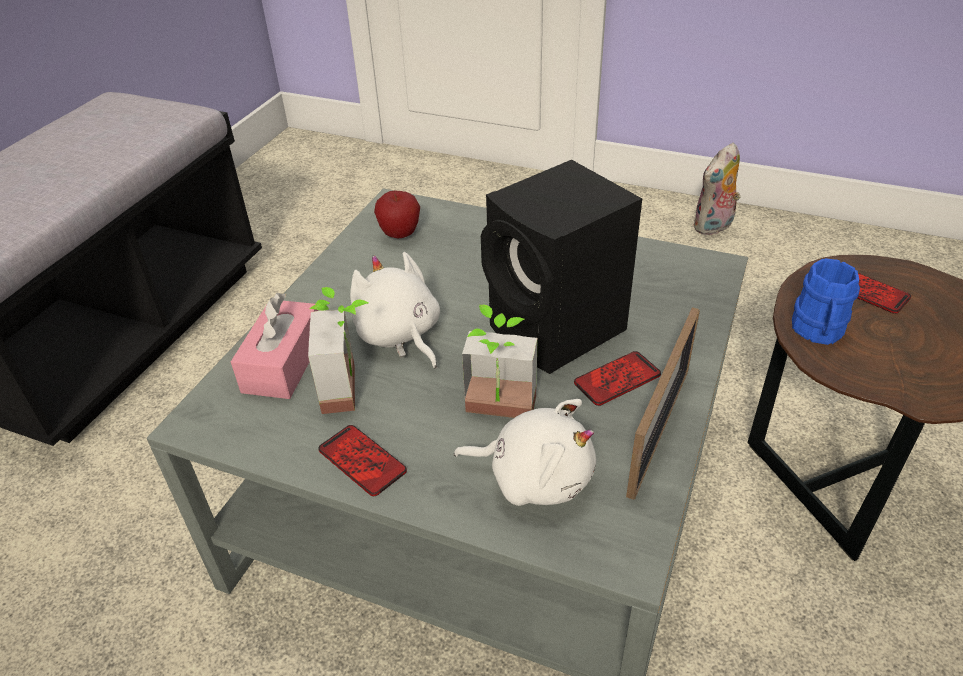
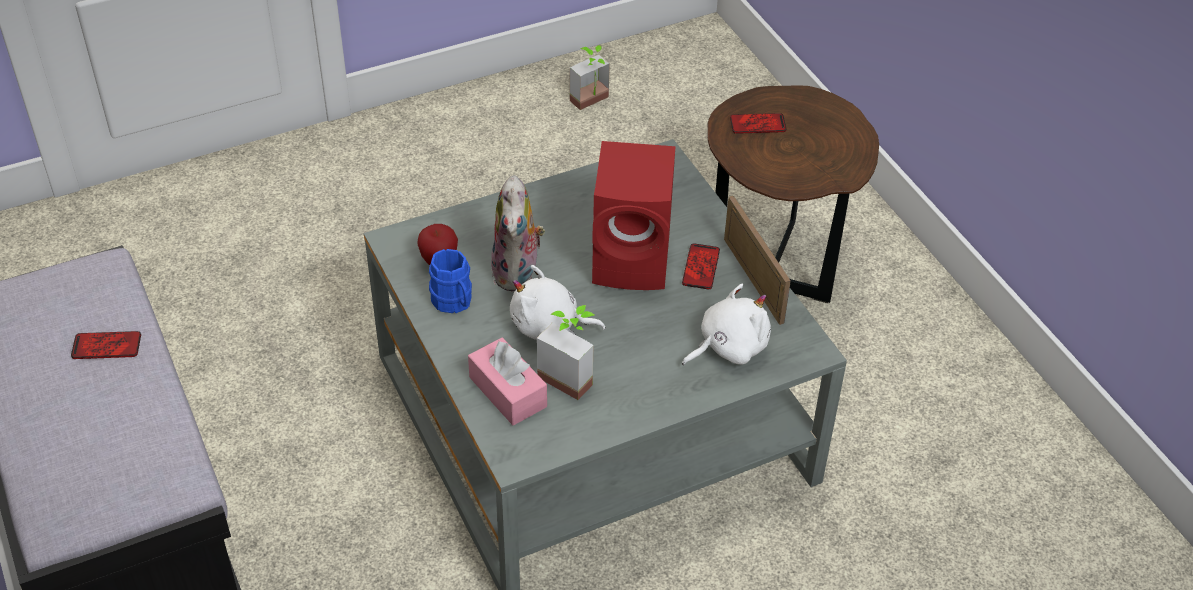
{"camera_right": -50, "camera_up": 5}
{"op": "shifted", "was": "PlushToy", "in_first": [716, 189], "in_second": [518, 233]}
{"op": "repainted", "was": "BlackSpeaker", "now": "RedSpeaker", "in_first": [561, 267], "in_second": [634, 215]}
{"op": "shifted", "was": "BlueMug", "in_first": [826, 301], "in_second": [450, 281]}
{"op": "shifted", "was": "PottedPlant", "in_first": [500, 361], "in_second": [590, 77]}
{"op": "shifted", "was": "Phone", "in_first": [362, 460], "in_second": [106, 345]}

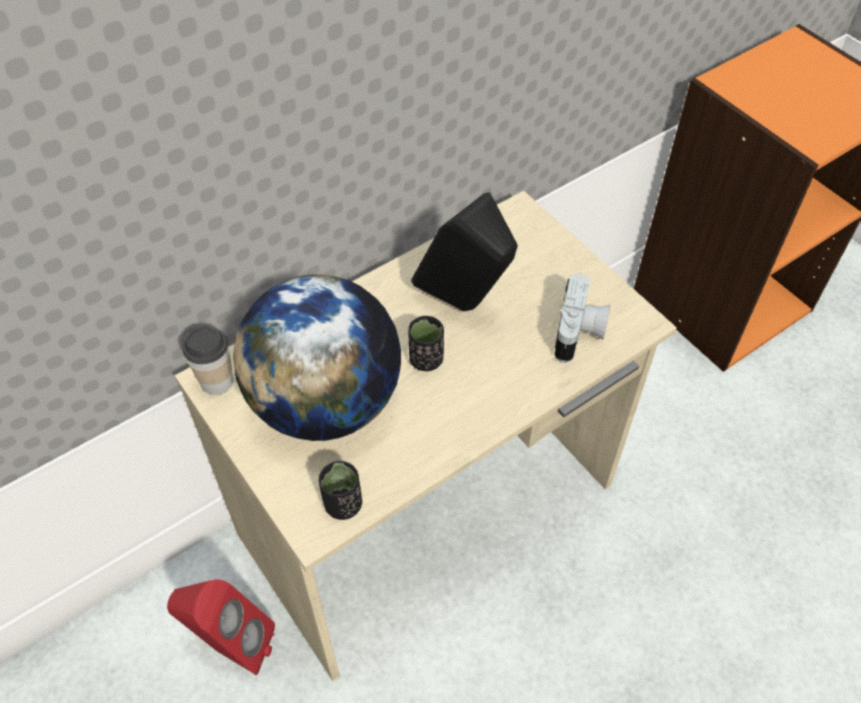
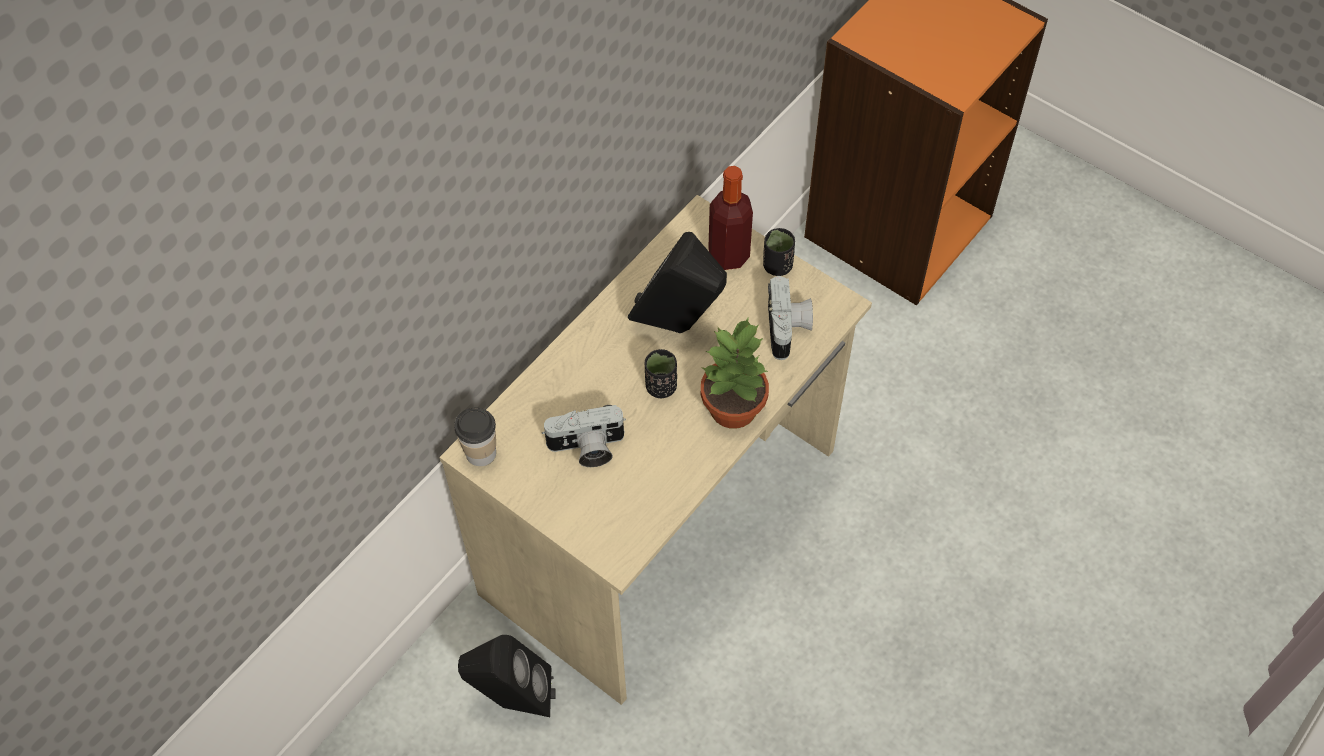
{"camera_right": -15, "camera_up": 5}
{"op": "swapped", "was": "Globe", "now": "PhotoCamera", "in_first": [317, 357], "in_second": [584, 436]}
{"op": "shifted", "was": "BlackCup", "in_first": [340, 490], "in_second": [779, 252]}
{"op": "repainted", "was": "RedSpeaker", "now": "BlackSpeaker", "in_first": [221, 627], "in_second": [507, 676]}
{"op": "new", "now": "Bottle", "in_second": [730, 218]}
{"op": "new", "now": "PottedPlant", "in_second": [735, 373]}

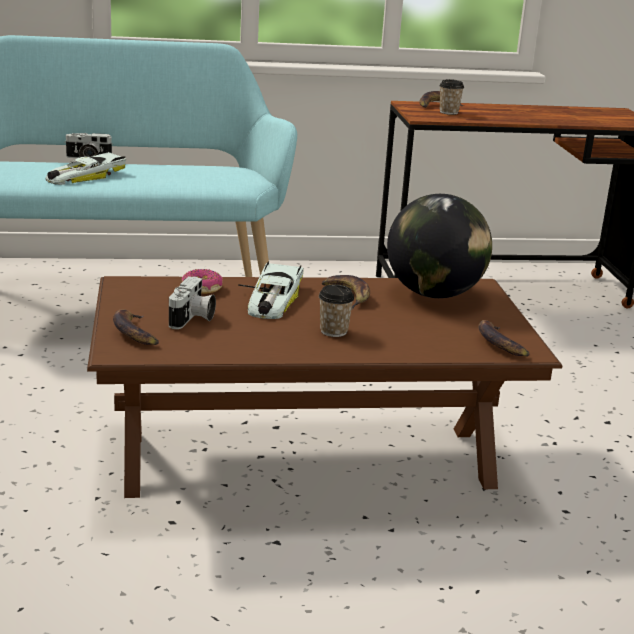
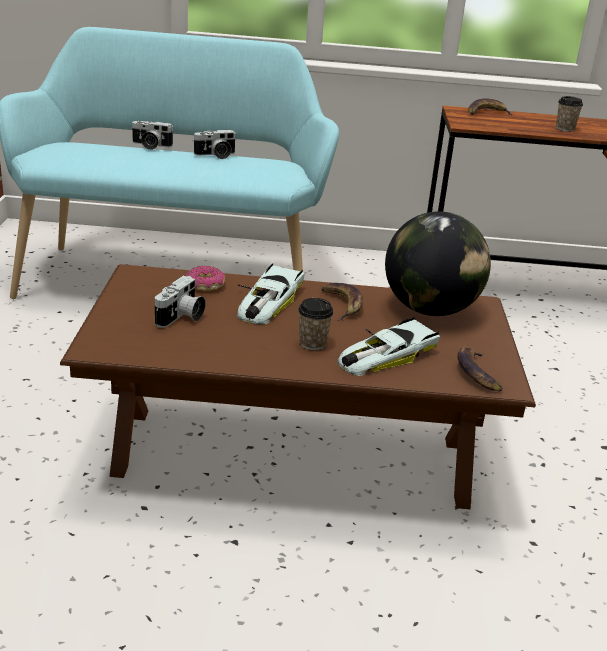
{"camera_right": 10, "camera_up": 5}
{"op": "shifted", "was": "Cup", "in_first": [452, 97], "in_second": [569, 114]}
{"op": "shifted", "was": "ToyCar", "in_first": [86, 167], "in_second": [388, 346]}
{"op": "gone", "was": "Banana", "in_first": [136, 327]}
{"op": "new", "now": "PhotoCamera", "in_second": [214, 144]}

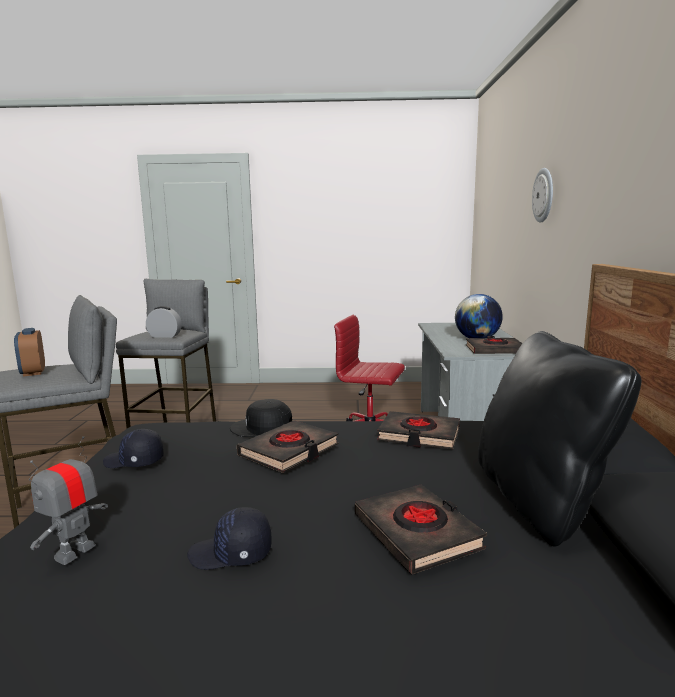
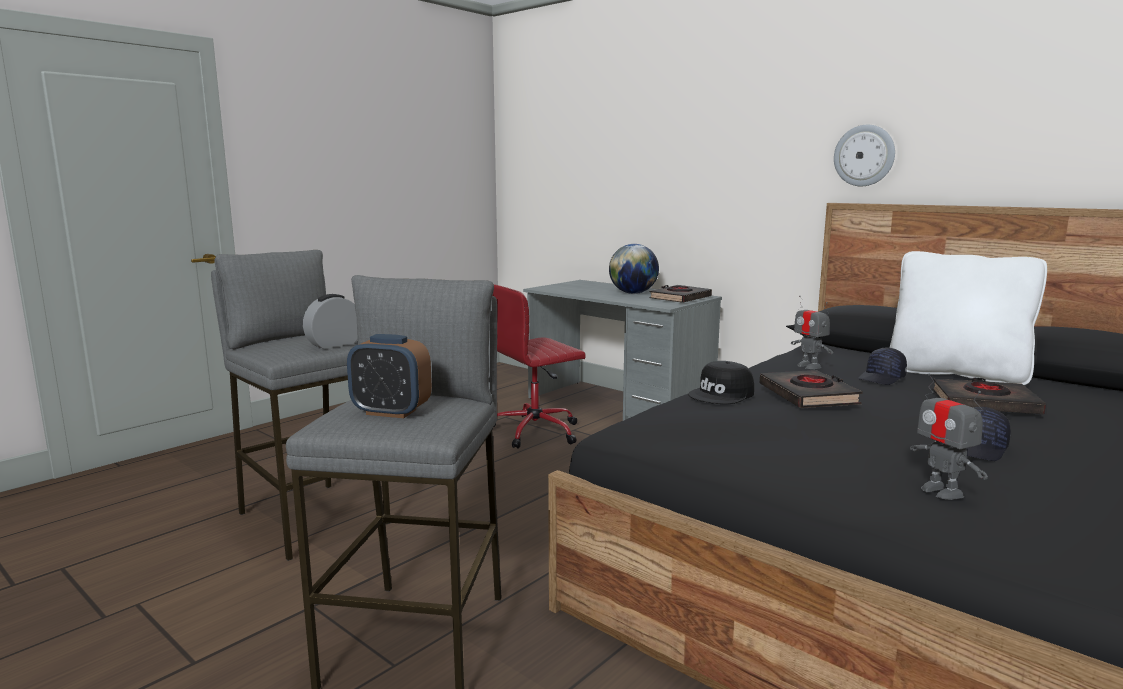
{"camera_right": -50, "camera_up": 0}
{"op": "shifted", "was": "WallClock", "in_first": [542, 195], "in_second": [864, 155]}
{"op": "repainted", "was": "BlackPillow", "now": "WhitePillow", "in_first": [560, 438], "in_second": [968, 318]}
{"op": "swapped", "was": "BlackBook", "now": "ToyRobot", "in_first": [418, 430], "in_second": [812, 332]}
{"op": "shifted", "was": "BlackCap", "in_first": [133, 448], "in_second": [882, 366]}

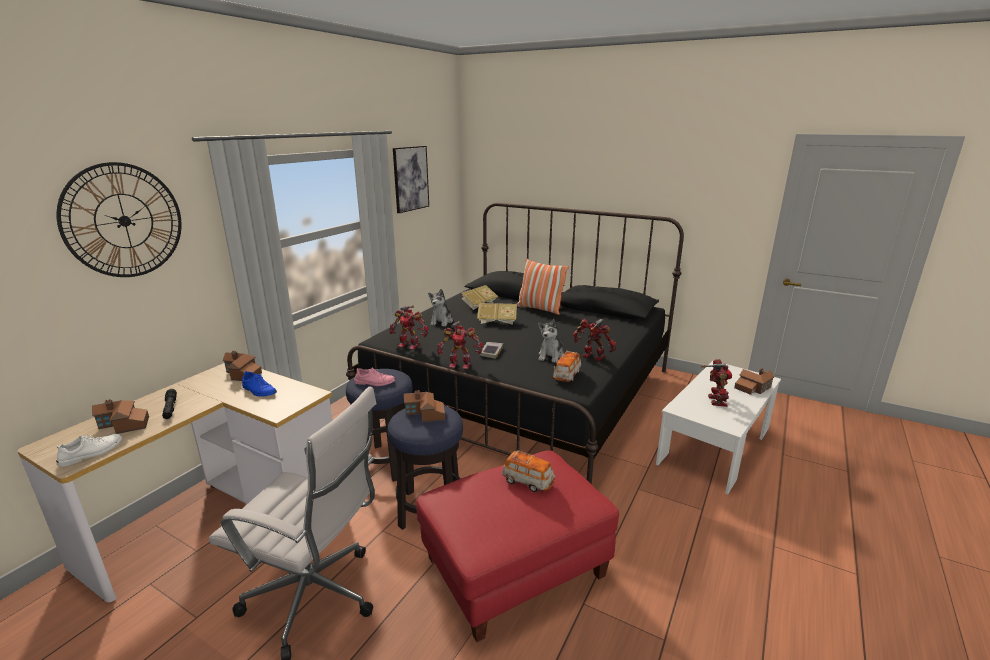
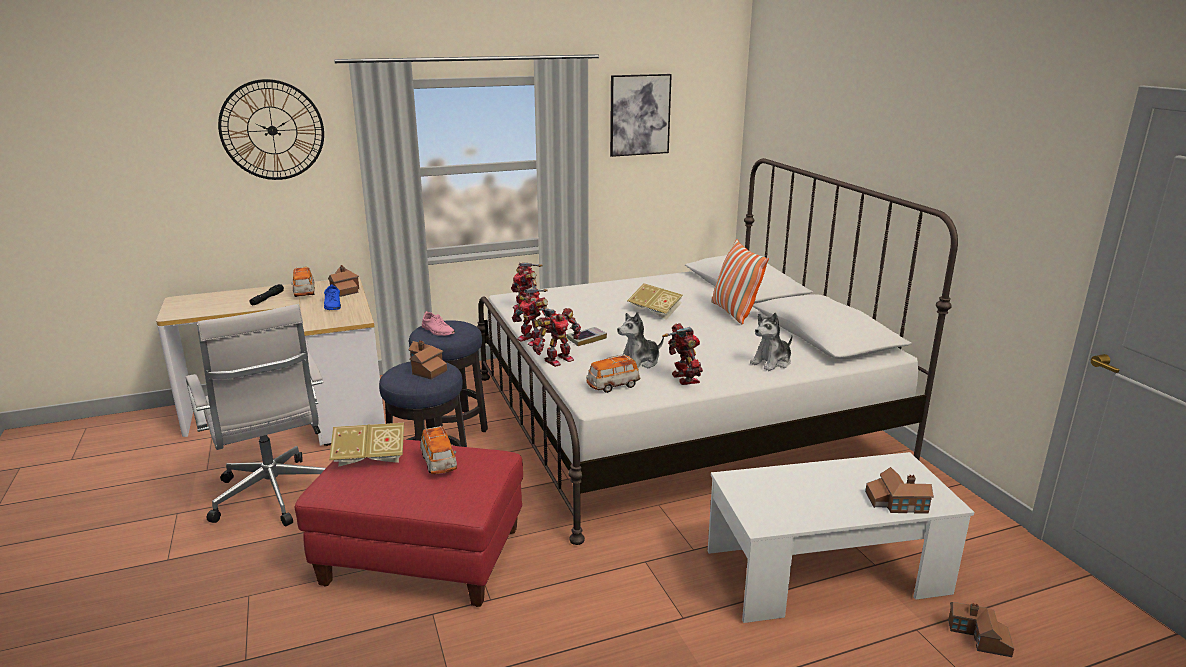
{"camera_right": 40, "camera_up": 0}
{"op": "repainted", "was": "BlackBed", "now": "WhiteBed", "in_first": [515, 343], "in_second": [717, 351]}
{"op": "shifted", "was": "Book", "in_first": [480, 297], "in_second": [366, 445]}
{"op": "shifted", "was": "PlushToy", "in_first": [440, 308], "in_second": [771, 342]}
{"op": "shifted", "was": "ToyRobot", "in_first": [716, 383], "in_second": [556, 337]}
{"op": "shifted", "was": "ToyHouse", "in_first": [120, 416], "in_second": [981, 629]}
{"op": "gone", "was": "WhiteShoe", "in_first": [89, 450]}
{"op": "new", "now": "ToyCar", "in_second": [303, 281]}

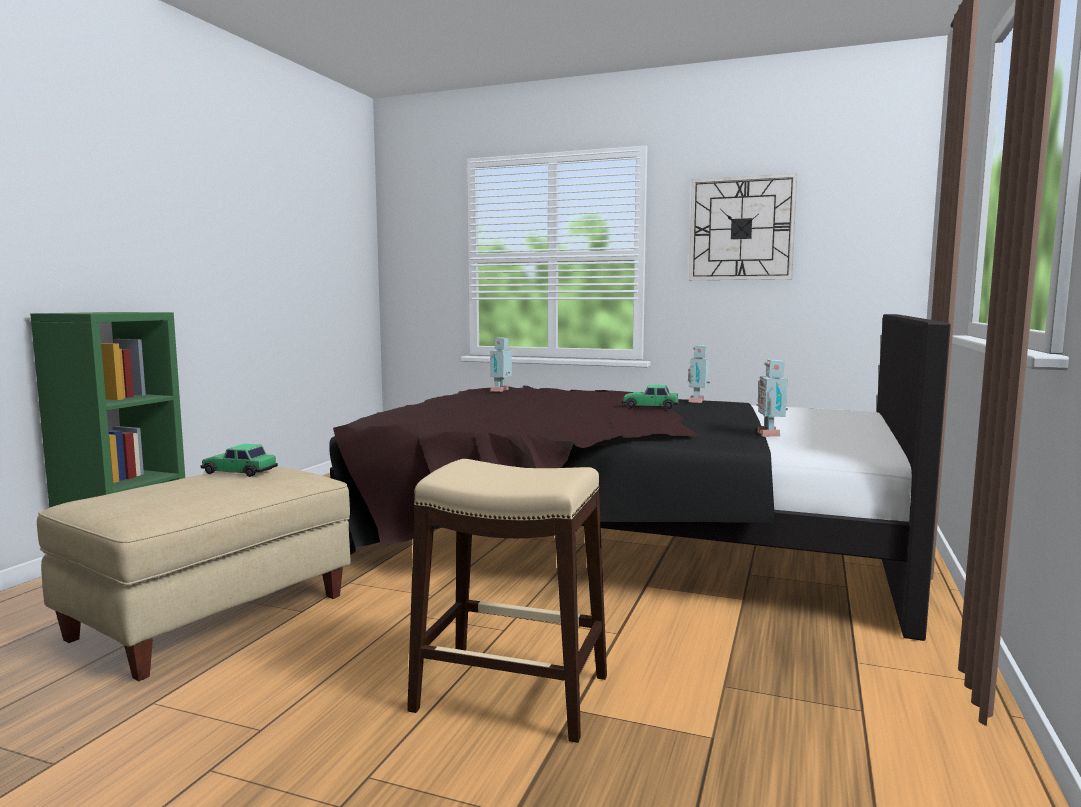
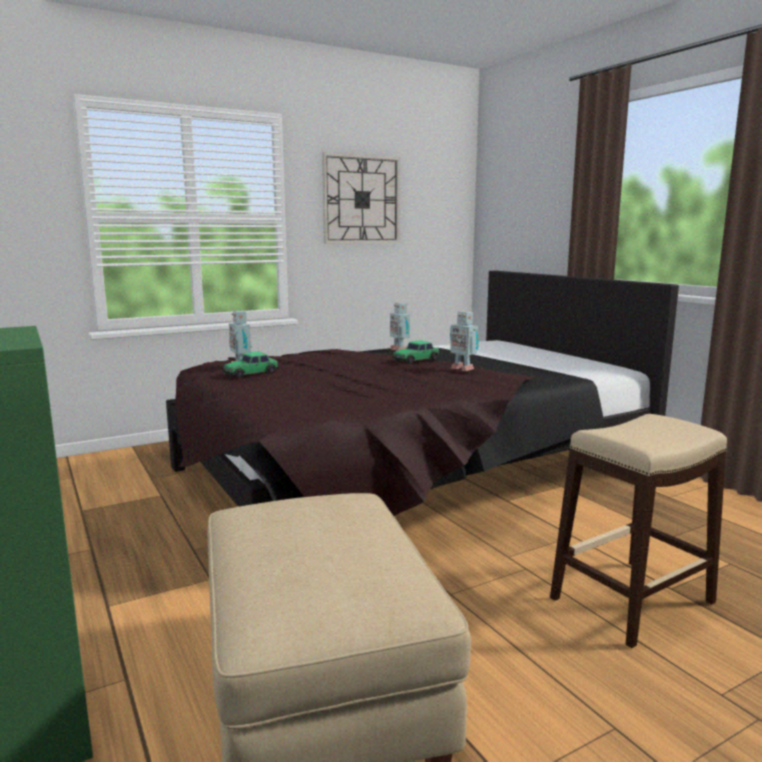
{"camera_right": -50, "camera_up": 5}
{"op": "shifted", "was": "ToyRobot", "in_first": [772, 398], "in_second": [464, 341]}
{"op": "shifted", "was": "ToyCar", "in_first": [239, 460], "in_second": [251, 365]}

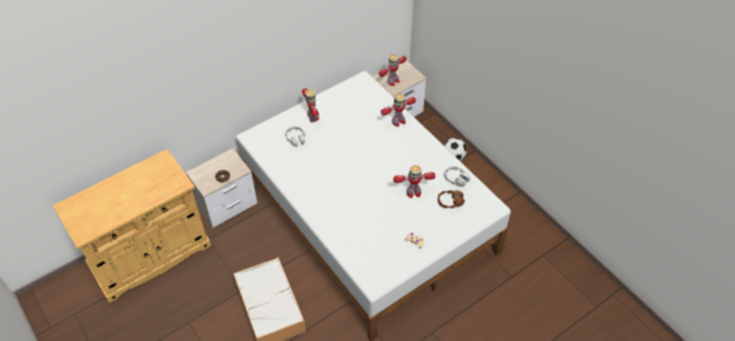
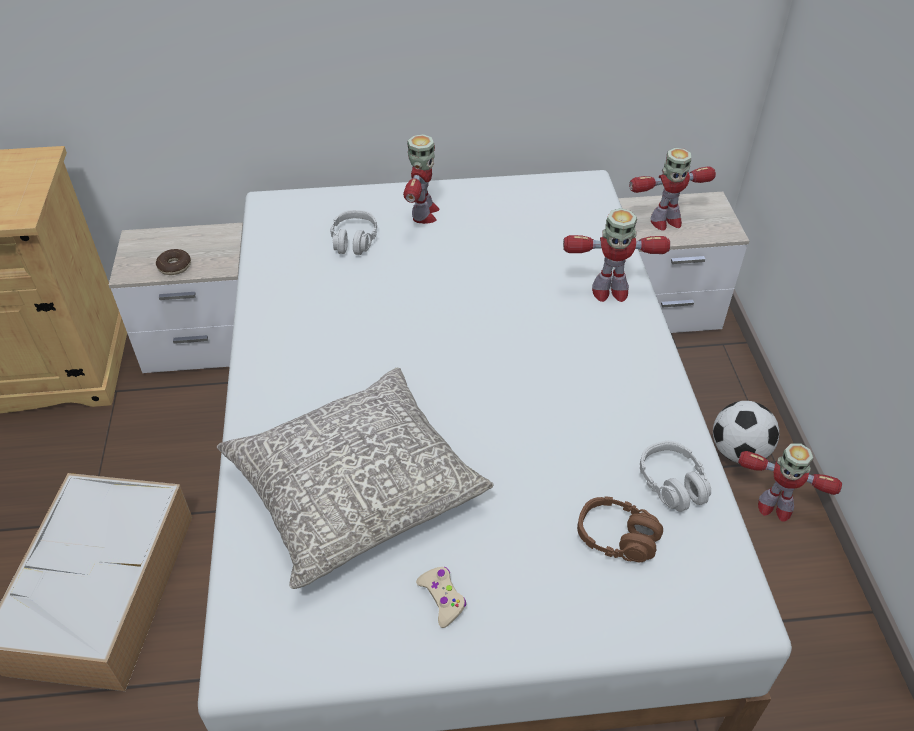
{"camera_right": 30, "camera_up": -5}
{"op": "shifted", "was": "ToyRobot", "in_first": [414, 181], "in_second": [790, 482]}
{"op": "new", "now": "GreyPillow", "in_second": [355, 478]}

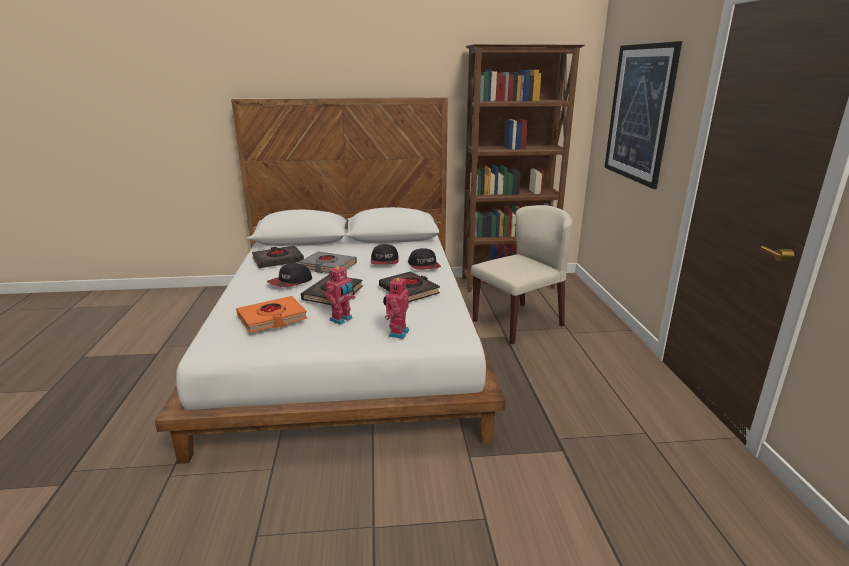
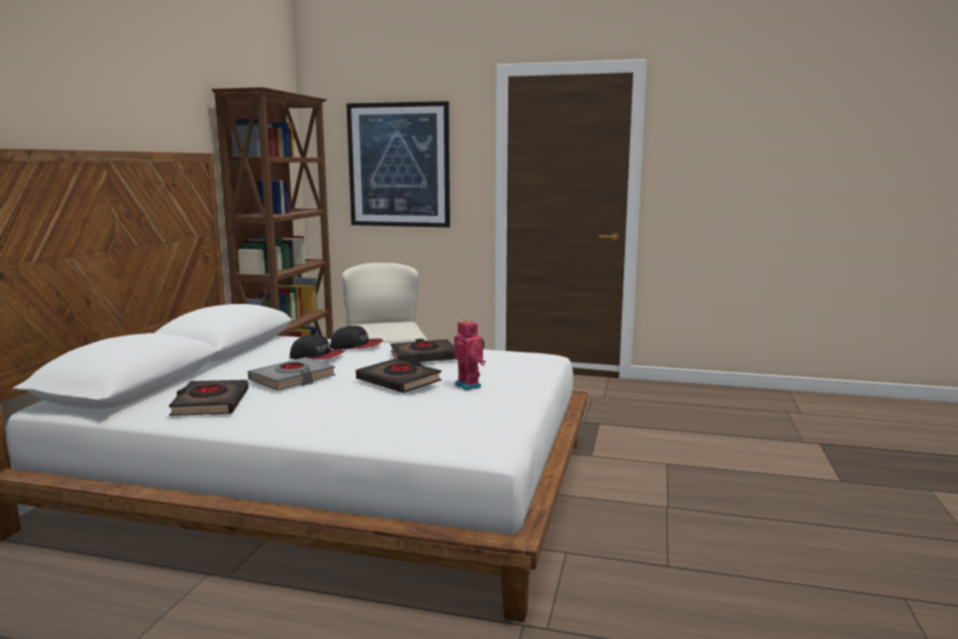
{"camera_right": -70, "camera_up": -10}
{"op": "gone", "was": "Cap", "in_first": [289, 275]}
{"op": "gone", "was": "ToyRobot", "in_first": [396, 307]}
{"op": "gone", "was": "OrangeBook", "in_first": [272, 314]}

